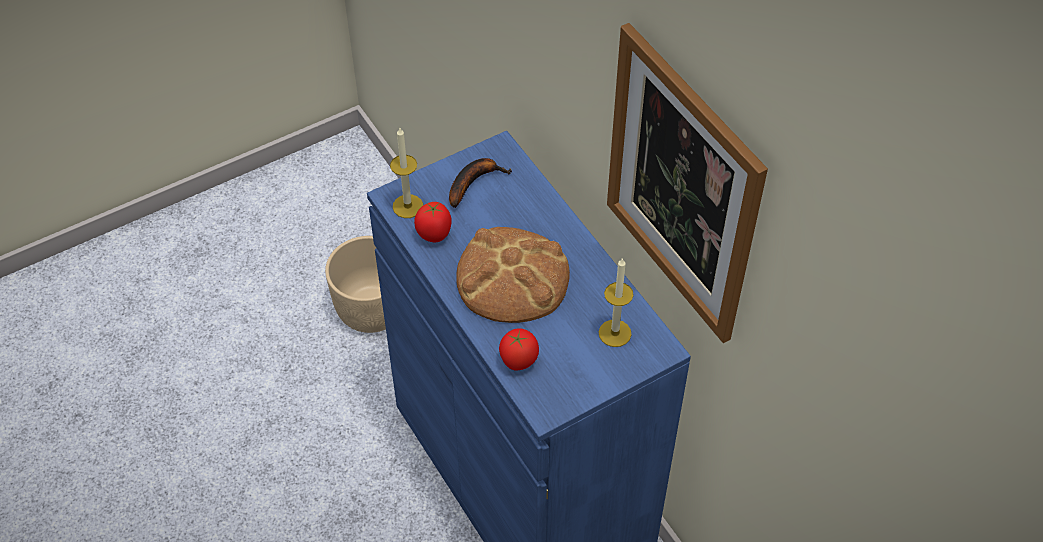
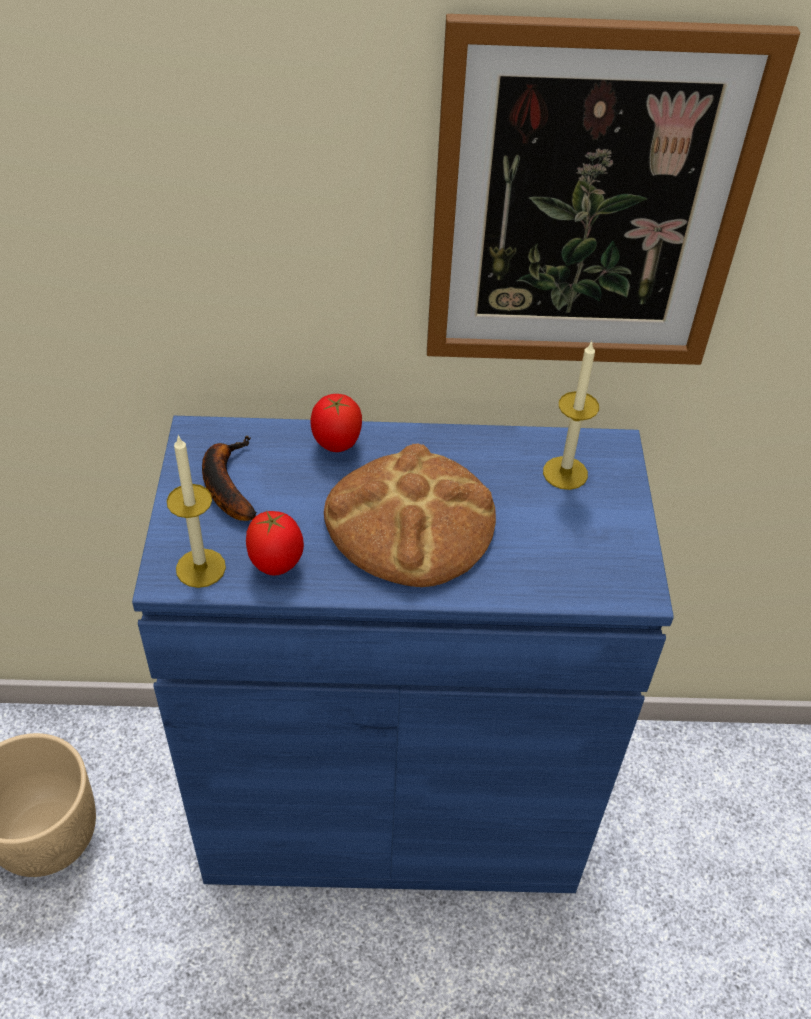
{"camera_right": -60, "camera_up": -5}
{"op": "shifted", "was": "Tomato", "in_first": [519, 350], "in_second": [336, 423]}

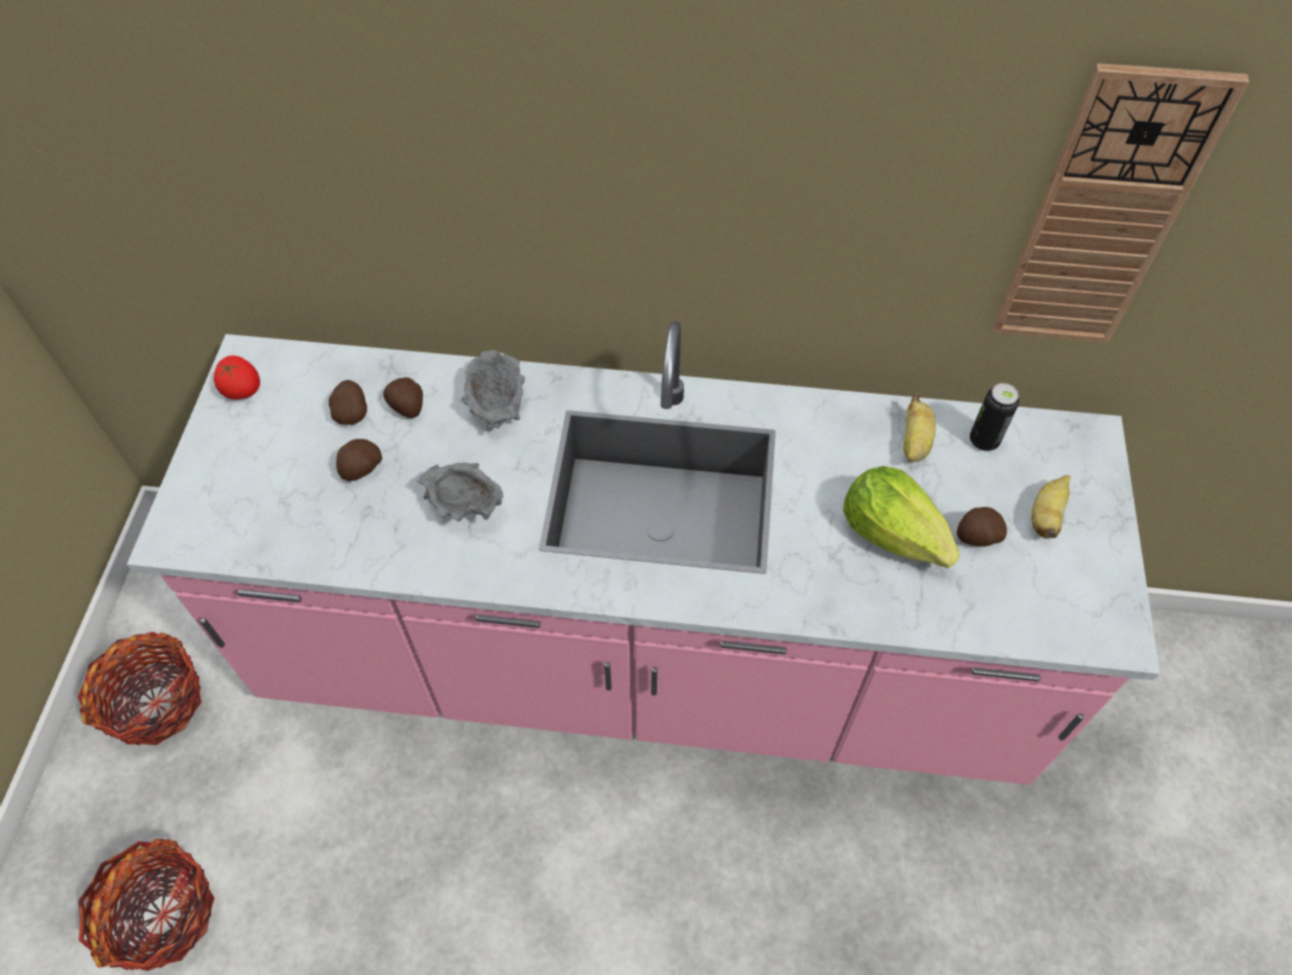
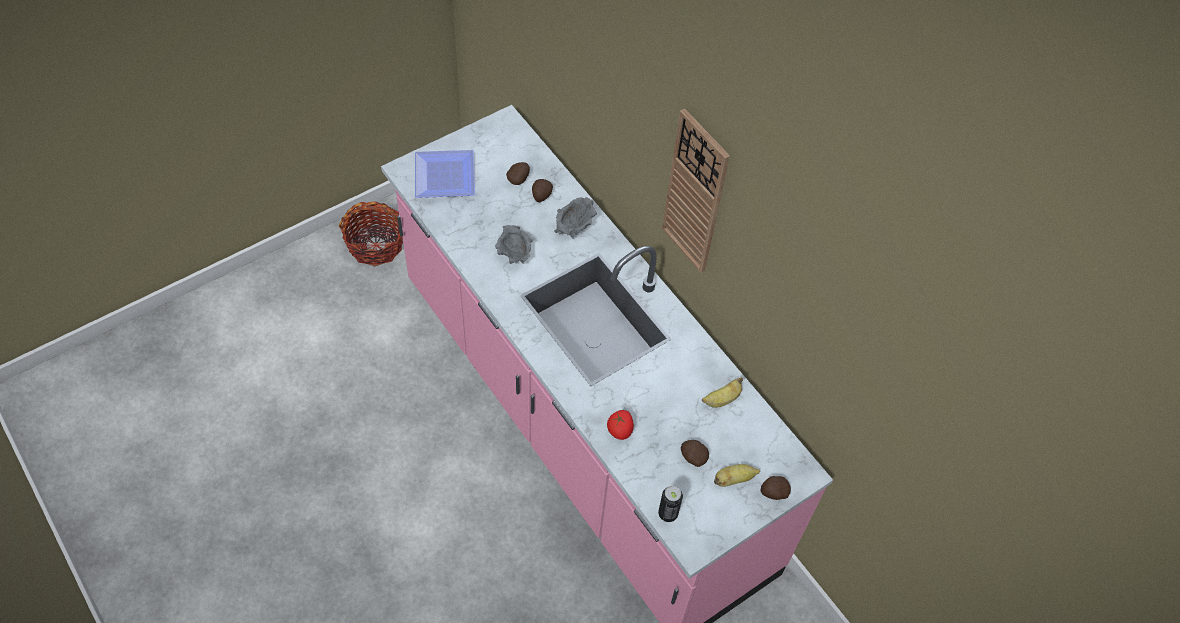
{"camera_right": 45, "camera_up": 0}
{"op": "shifted", "was": "WallClock", "in_first": [1121, 202], "in_second": [696, 191]}
{"op": "shifted", "was": "Tomato", "in_first": [237, 377], "in_second": [620, 425]}
{"op": "shifted", "was": "Can", "in_first": [994, 417], "in_second": [670, 504]}
{"op": "shifted", "was": "Potato", "in_first": [359, 460], "in_second": [776, 488]}
{"op": "gone", "was": "Lettuce", "in_first": [901, 517]}
{"op": "gone", "was": "Basket", "in_first": [146, 905]}
{"op": "new", "now": "Plate", "in_second": [445, 174]}

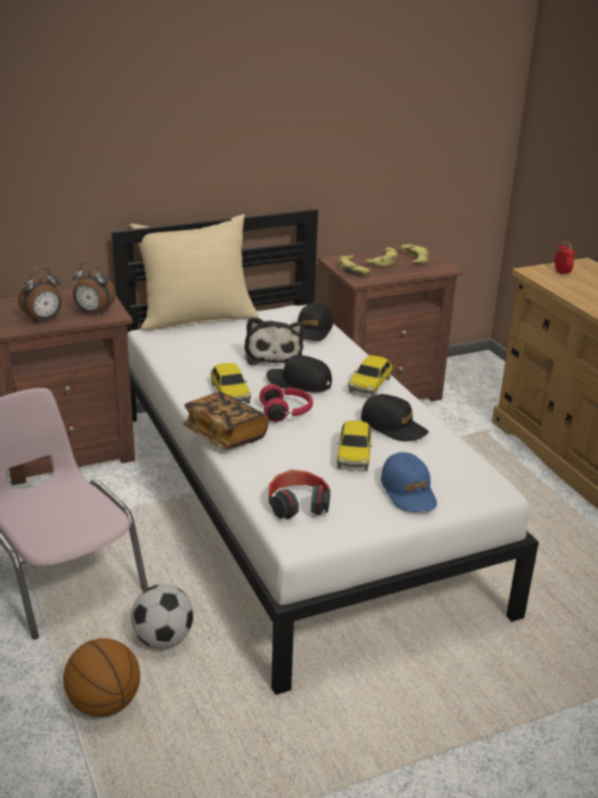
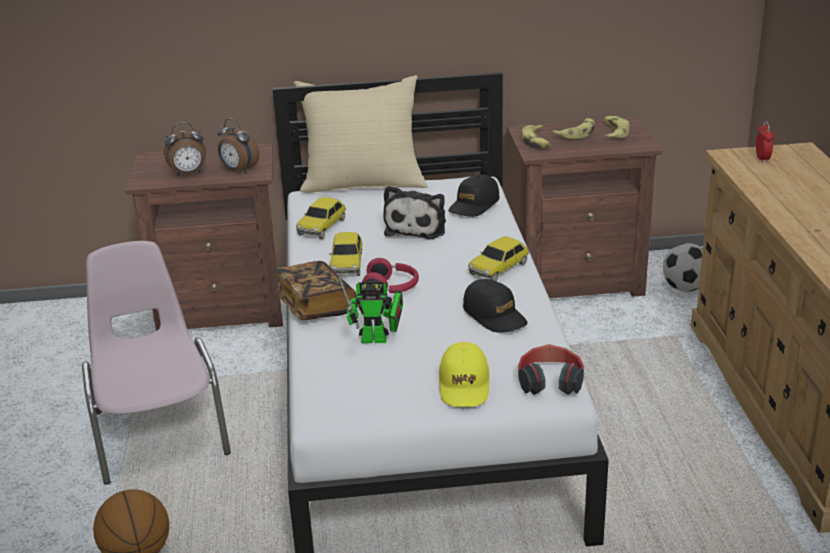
{"camera_right": 20, "camera_up": 0}
{"op": "gone", "was": "BlackCap", "in_first": [299, 374]}
{"op": "shifted", "was": "ToyCar", "in_first": [354, 446], "in_second": [321, 218]}
{"op": "repainted", "was": "BlueCap", "now": "YellowCap", "in_first": [409, 482], "in_second": [464, 374]}
{"op": "shifted", "was": "Headphones", "in_first": [299, 494], "in_second": [551, 369]}
{"op": "shifted", "was": "Football", "in_first": [162, 616], "in_second": [683, 267]}
{"op": "new", "now": "ToyRobot", "in_second": [371, 310]}

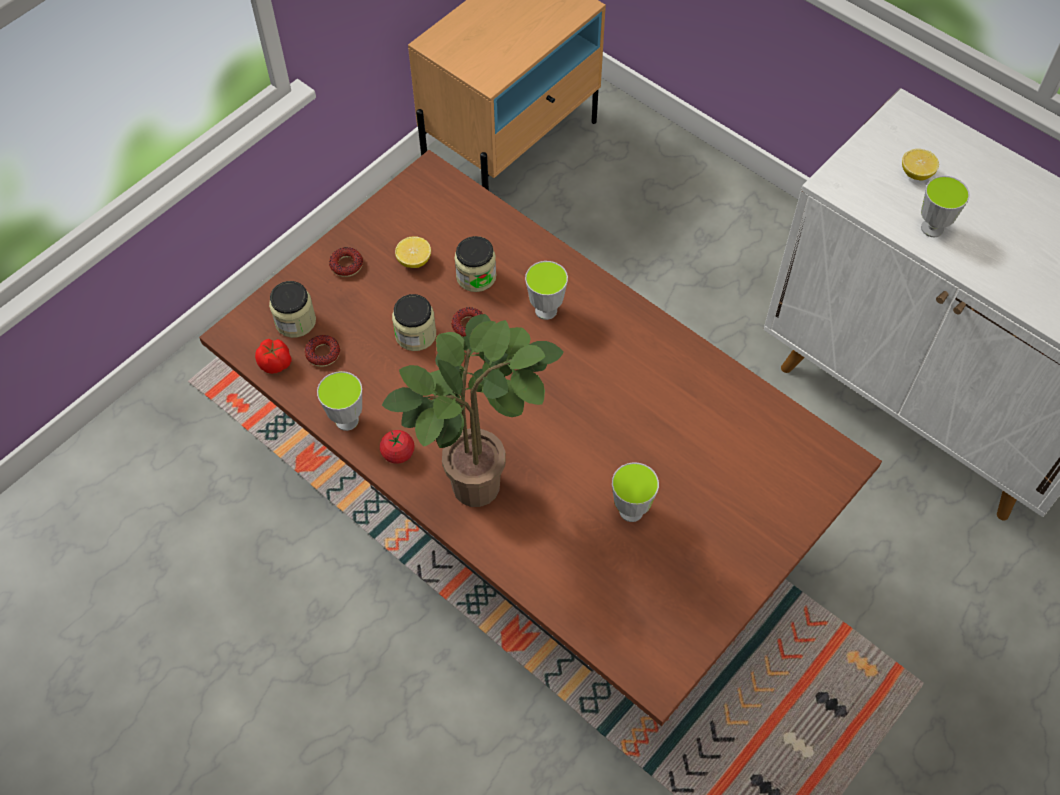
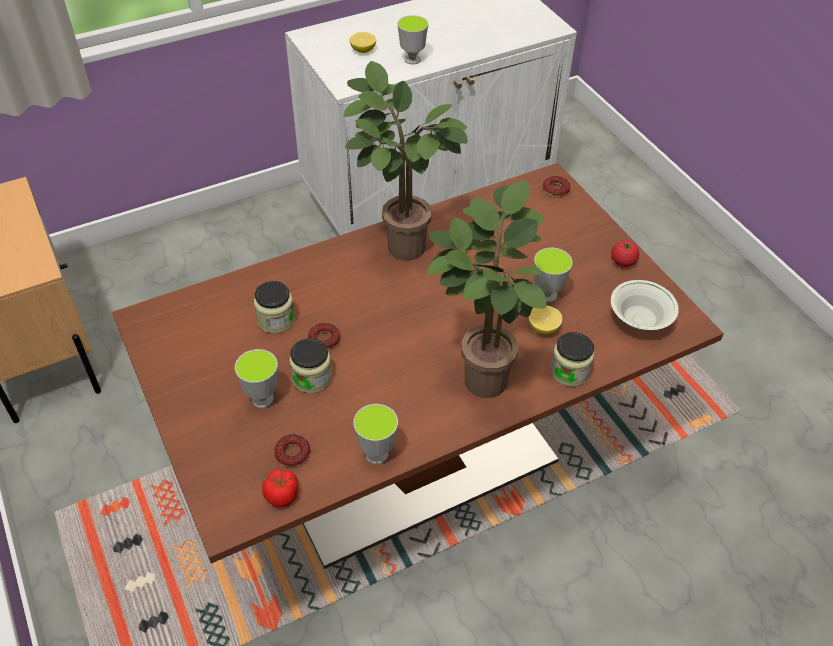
{"camera_right": -70, "camera_up": -10}
{"op": "shifted", "was": "Lemon", "in_first": [413, 252], "in_second": [545, 319]}
{"op": "shifted", "was": "Donut", "in_first": [346, 262], "in_second": [556, 187]}
{"op": "shifted", "was": "Cup", "in_first": [546, 290], "in_second": [256, 378]}
{"op": "shifted", "was": "Jar", "in_first": [292, 309], "in_second": [572, 359]}
{"op": "shifted", "was": "Tomato", "in_first": [397, 447], "in_second": [625, 254]}
{"op": "new", "now": "PottedPlant", "in_second": [405, 161]}
{"op": "new", "now": "WhiteBowl", "in_second": [645, 305]}

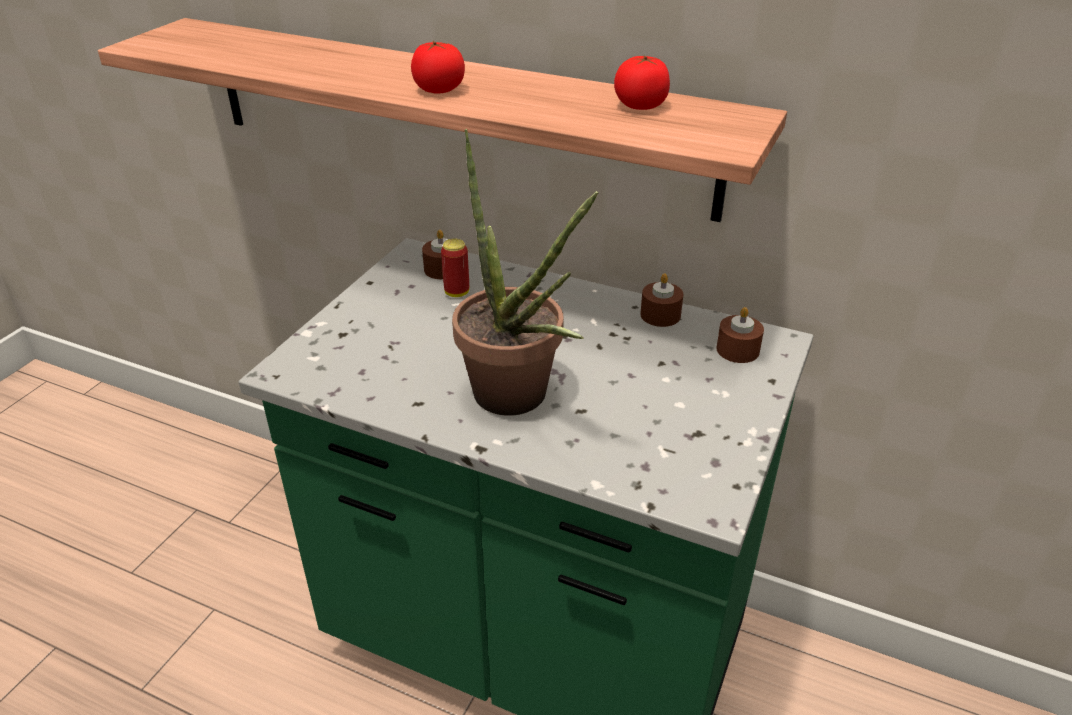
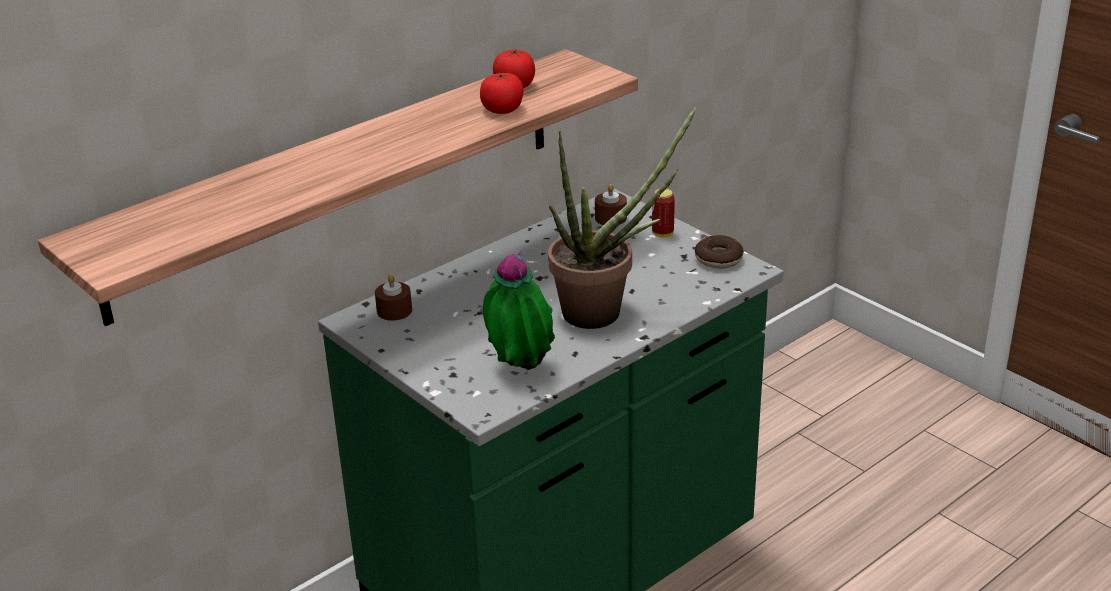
{"camera_right": -65, "camera_up": -5}
{"op": "shifted", "was": "Tomato", "in_first": [438, 67], "in_second": [502, 93]}
{"op": "shifted", "was": "Can", "in_first": [455, 268], "in_second": [663, 213]}
{"op": "gone", "was": "BrownCandle", "in_first": [661, 300]}
{"op": "new", "now": "Donut", "in_second": [719, 251]}
{"op": "new", "now": "PottedPlant", "in_second": [519, 310]}

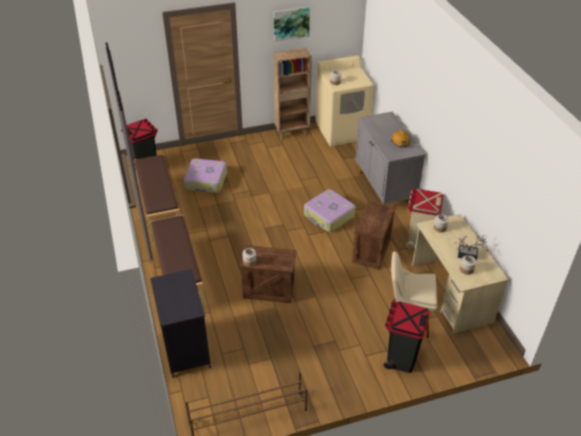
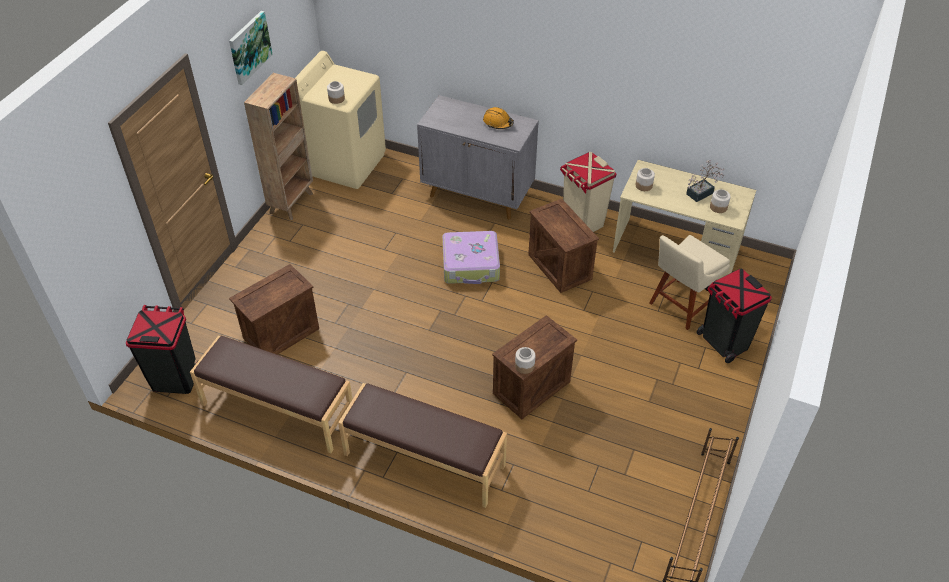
{"camera_right": -50, "camera_up": 5}
{"op": "swapped", "was": "Suitcase", "now": "Crate", "in_first": [205, 176], "in_second": [274, 309]}
{"op": "gone", "was": "BlackCabinet", "in_first": [180, 323]}

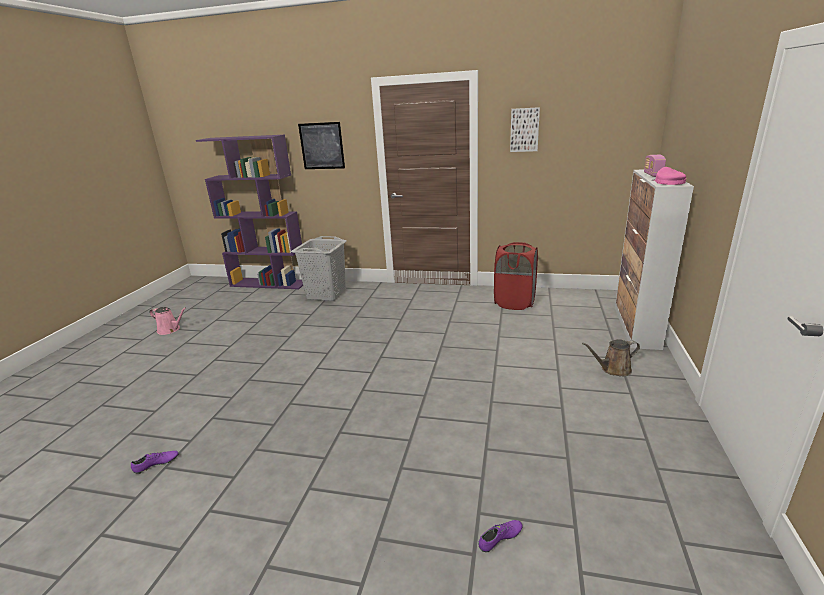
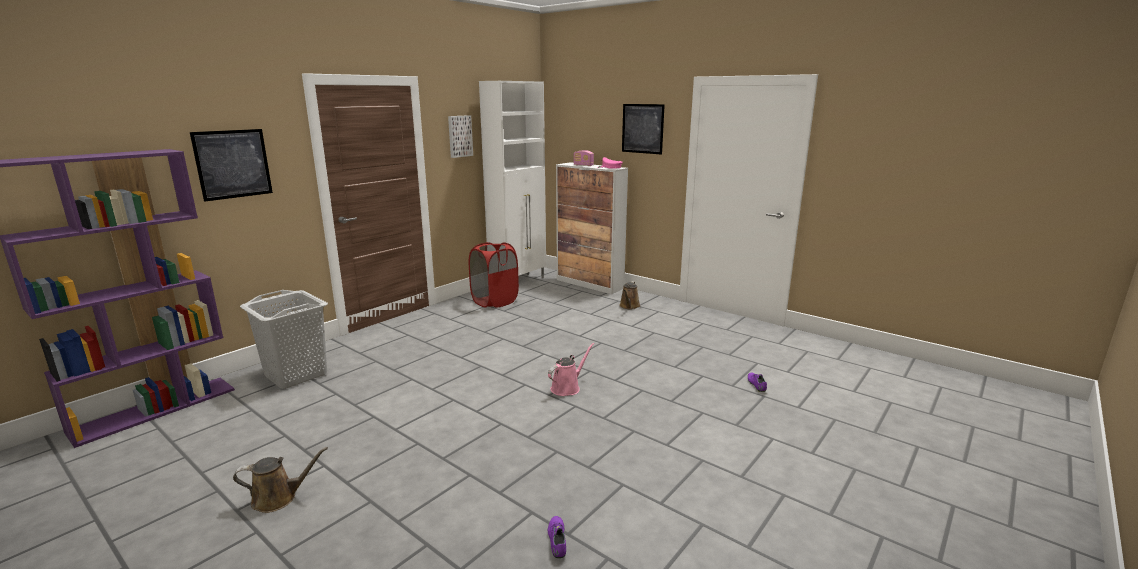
{"camera_right": -65, "camera_up": -5}
{"op": "shifted", "was": "PinkWateringCan", "in_first": [167, 321], "in_second": [571, 369]}
{"op": "new", "now": "WhiteCabinet", "in_second": [512, 180]}
{"op": "new", "now": "Picture", "in_second": [643, 129]}
{"op": "new", "now": "BrownWateringCan", "in_second": [280, 480]}

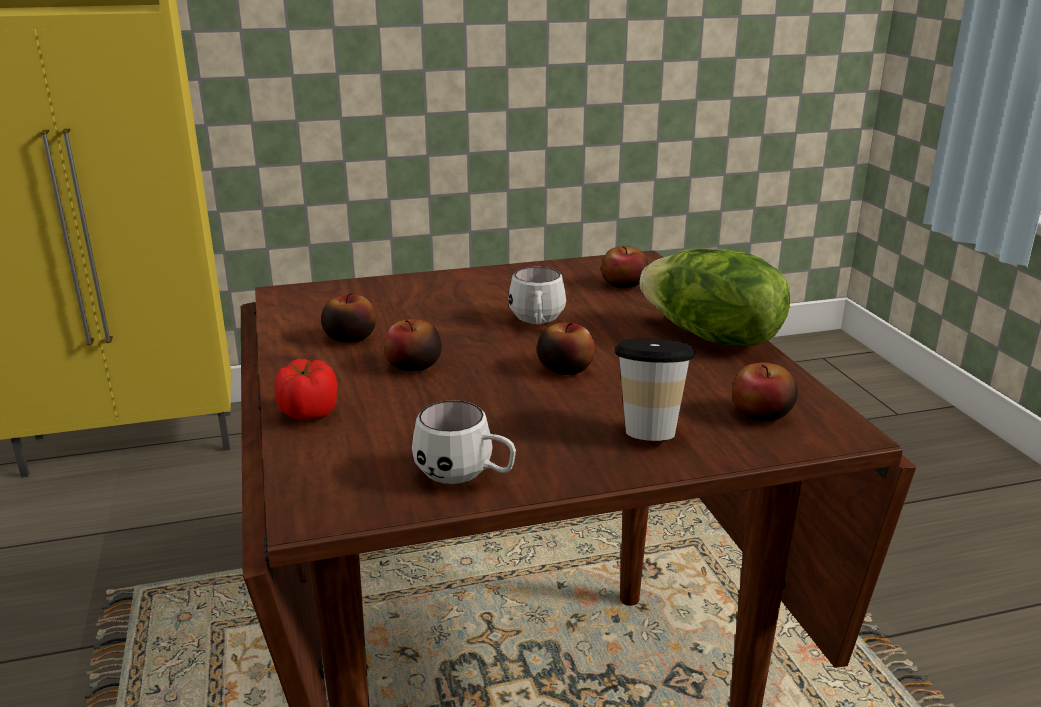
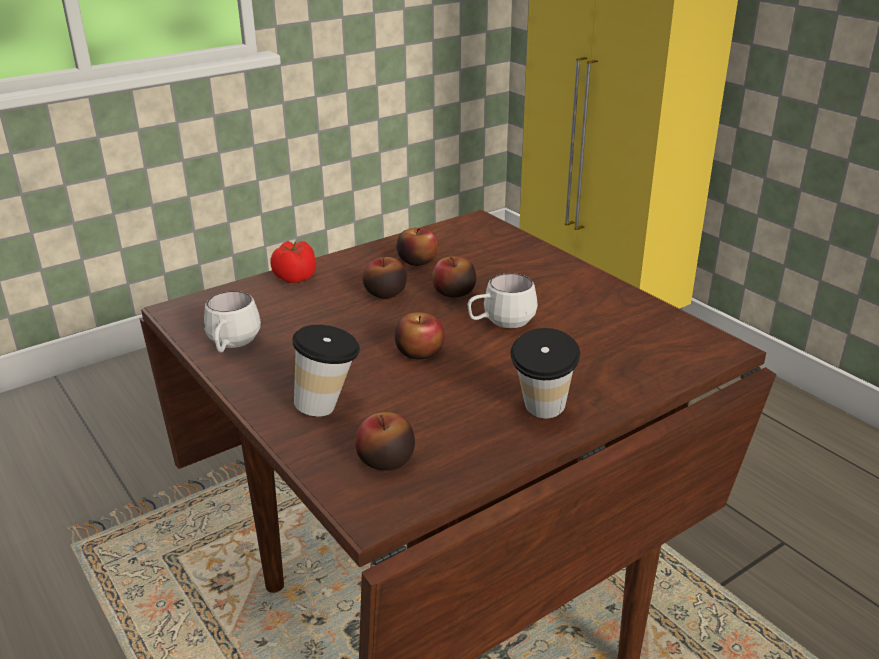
{"camera_right": 70, "camera_up": 5}
{"op": "shifted", "was": "Apple", "in_first": [624, 267], "in_second": [454, 276]}
{"op": "swapped", "was": "Lettuce", "now": "Cup", "in_first": [715, 297], "in_second": [545, 373]}

